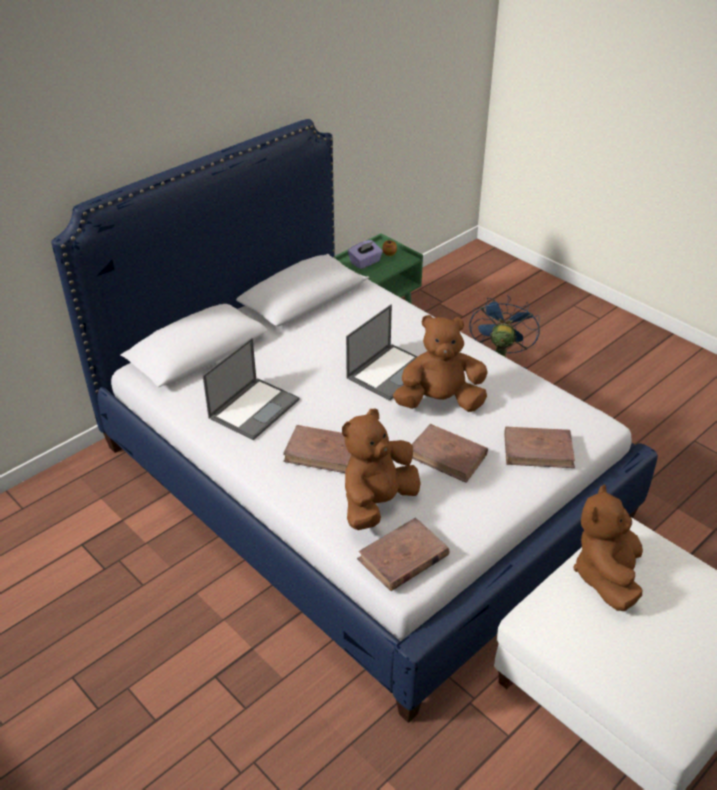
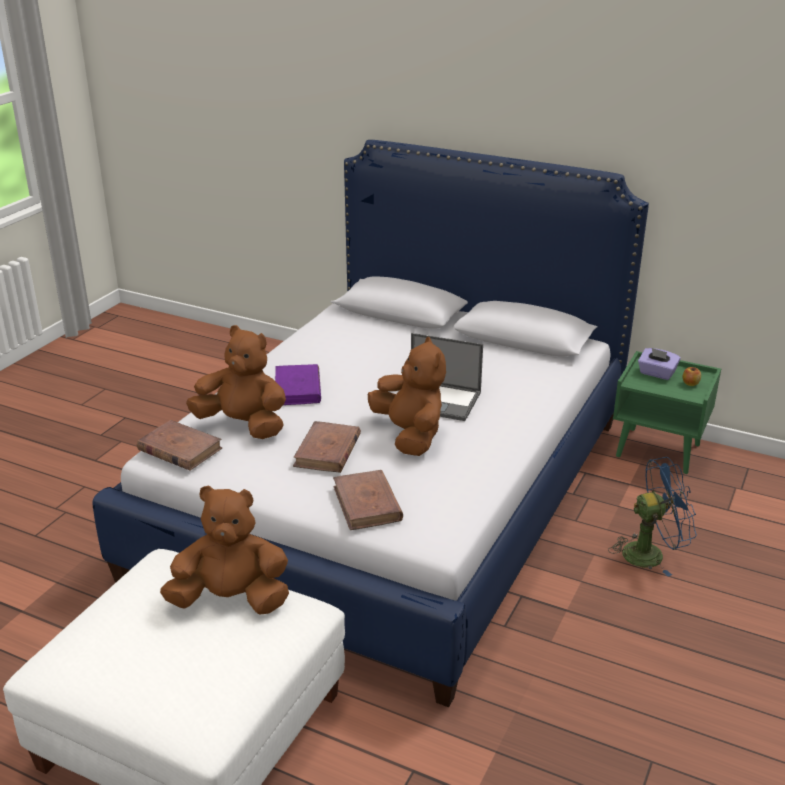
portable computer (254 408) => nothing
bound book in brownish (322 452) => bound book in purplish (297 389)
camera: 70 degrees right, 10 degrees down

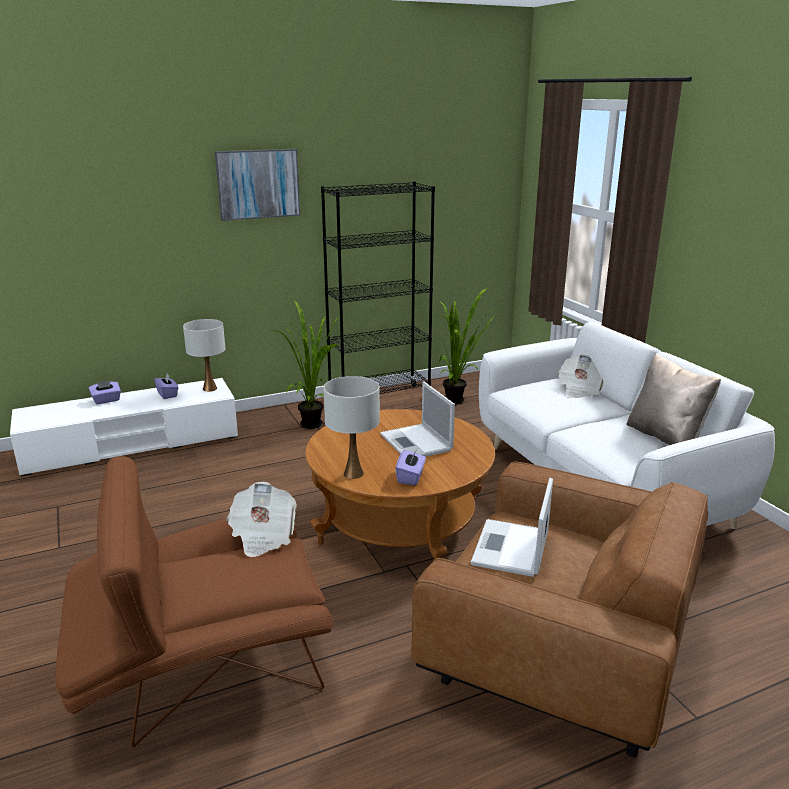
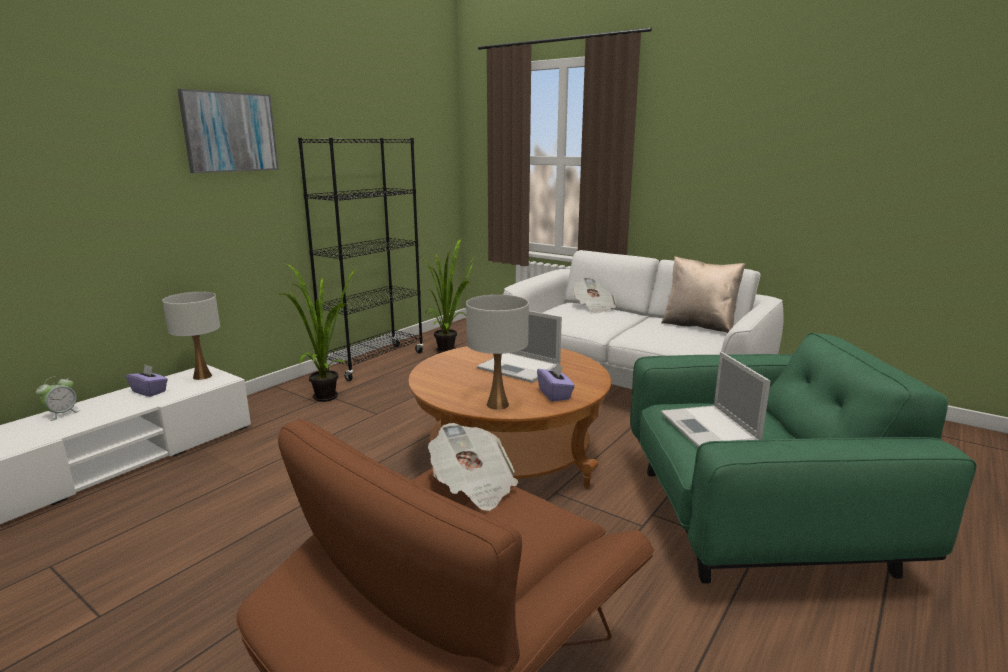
tissue holder in purplish (106 400) => bedside clock (62 414)
easy chair in brownish (559 652) => easy chair in green-coloured (756 518)
camera: 30 degrees left, 5 degrees down

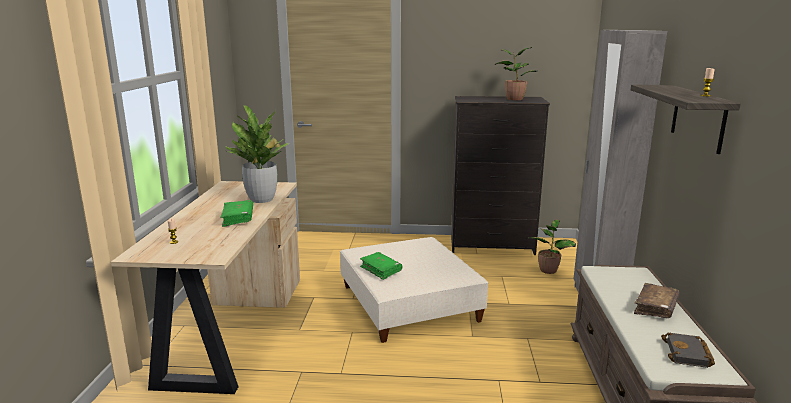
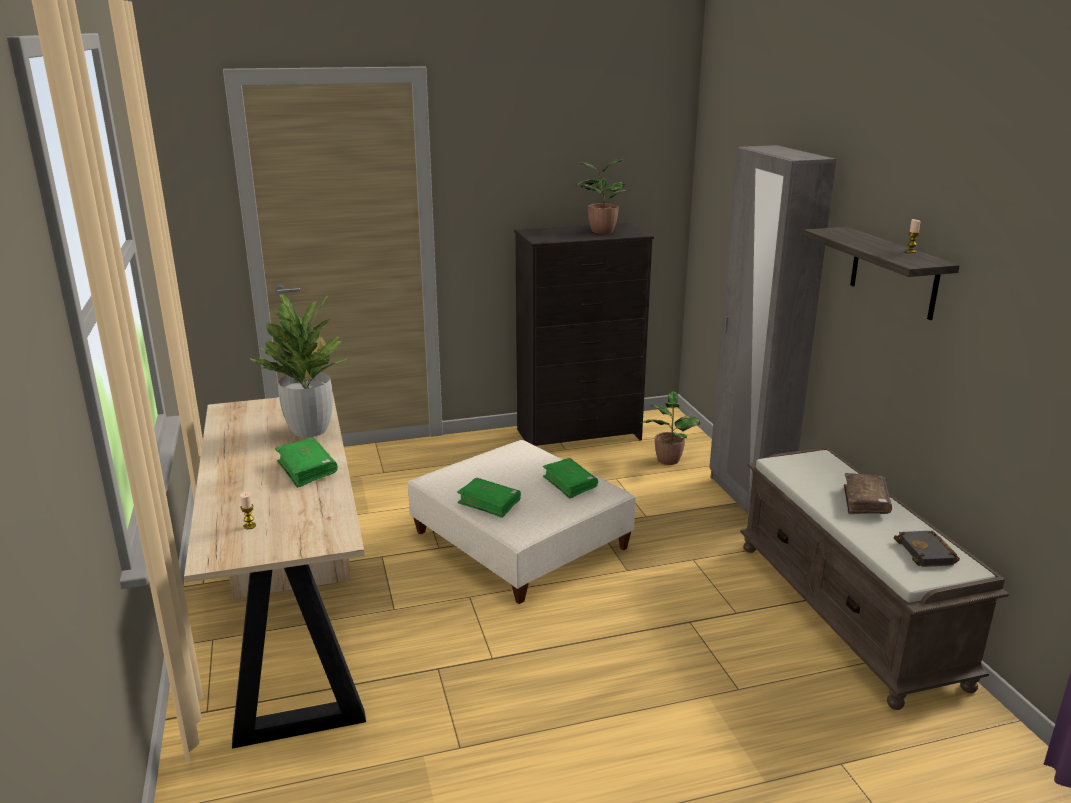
nothing => bound book in green-coloured (570 484)
camera: 20 degrees left, 5 degrees up

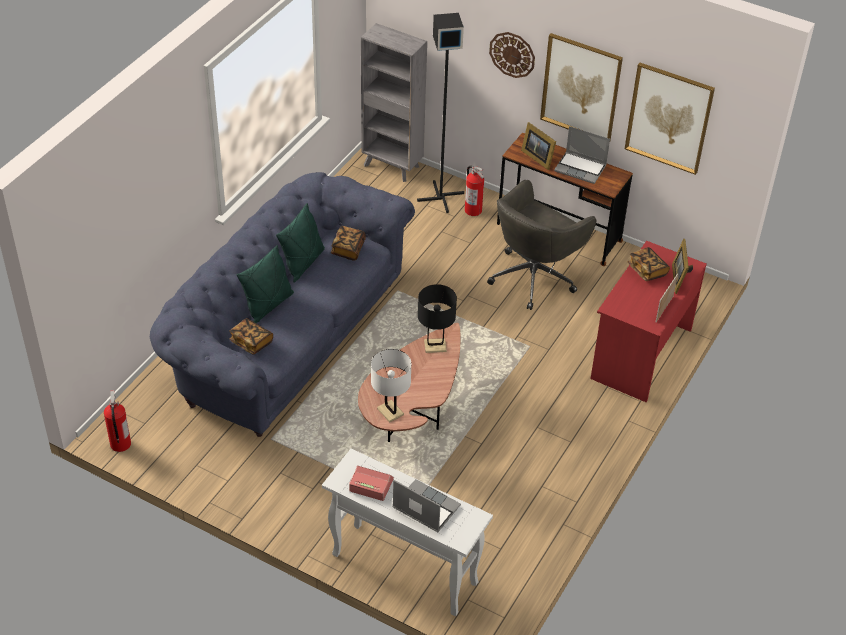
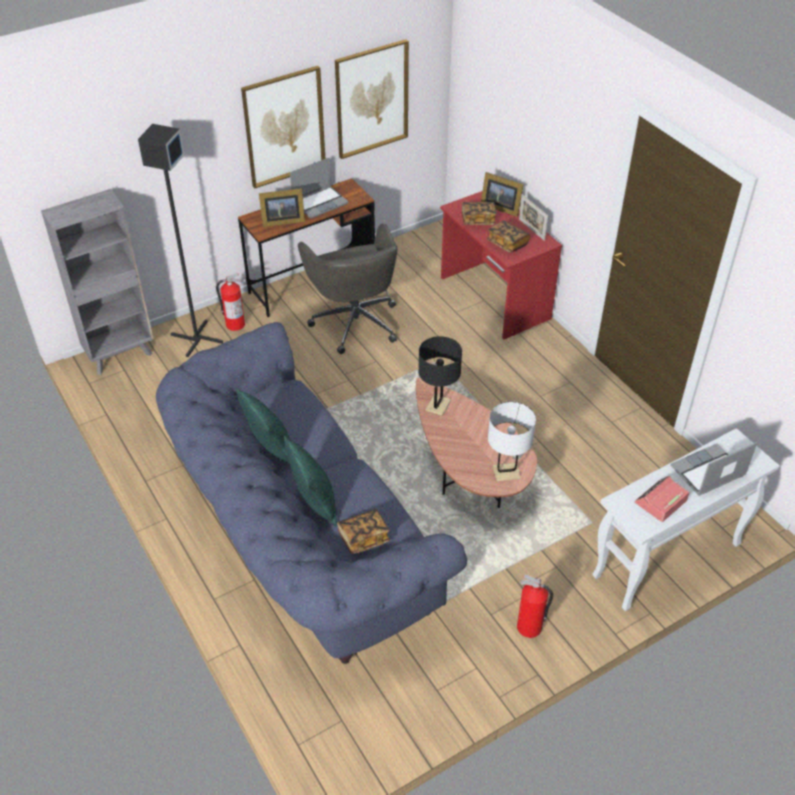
wall clock (512 54) => nothing
bound book (348 249) => bound book (507 243), shifted
fire-fighting cylinder (120 444) => fire-fighting cylinder (529 628), shifted
camera: 60 degrees left, 0 degrees up

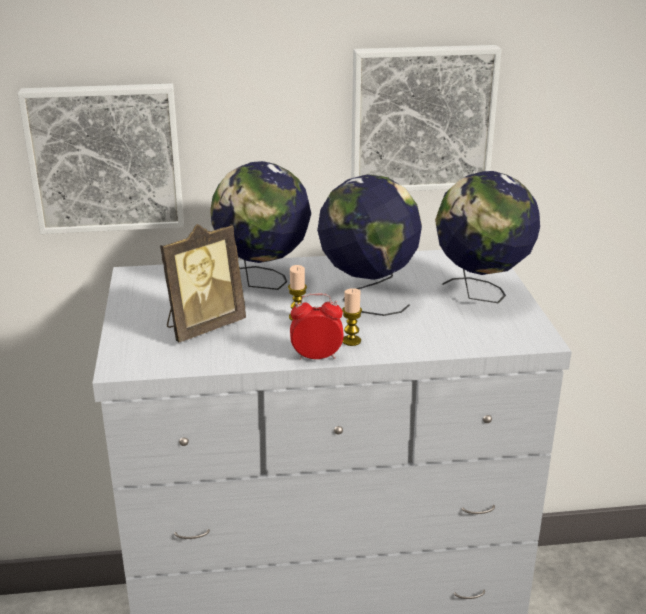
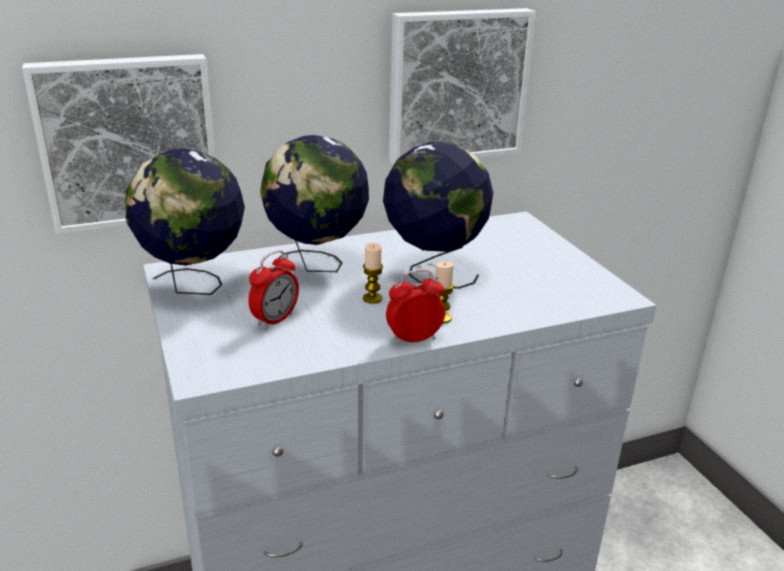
world globe (480 294) => world globe (194 286), shifted
picture frame (203 327) => bedside clock (275 320)
camera: 15 degrees left, 0 degrees up

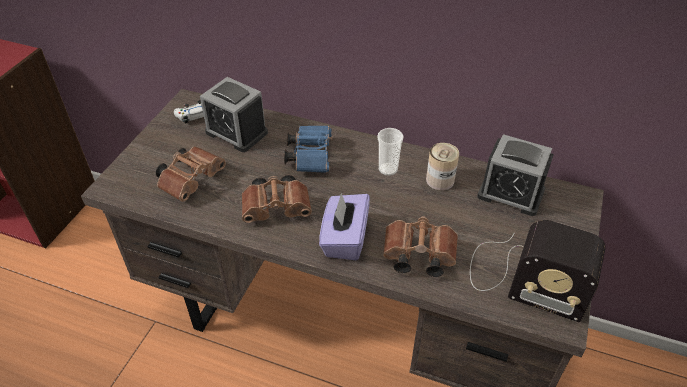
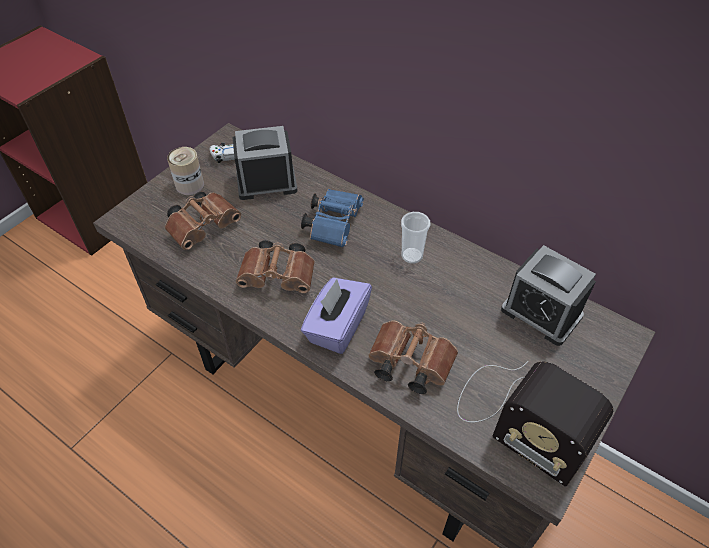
bedside clock (236 132) => bedside clock (266 182), 120 degrees clockwise
can (440 180) => can (189 185), shifted
camera: 15 degrees right, 5 degrees up

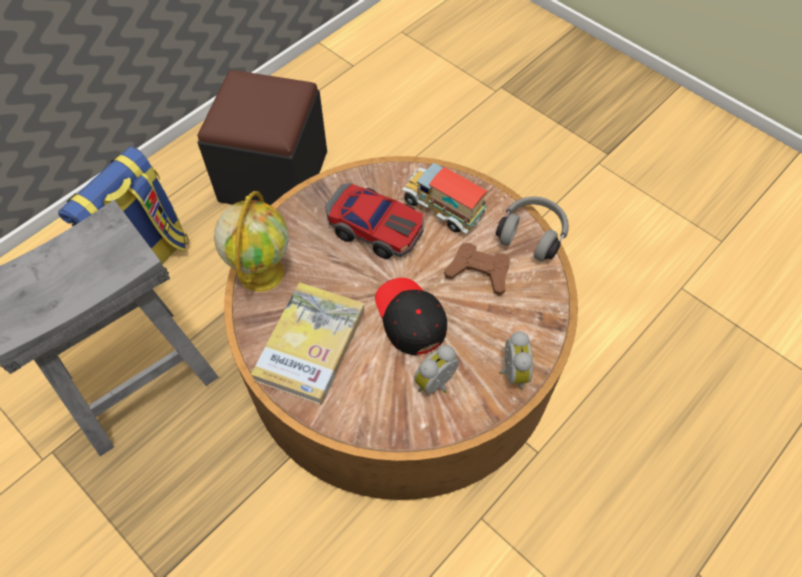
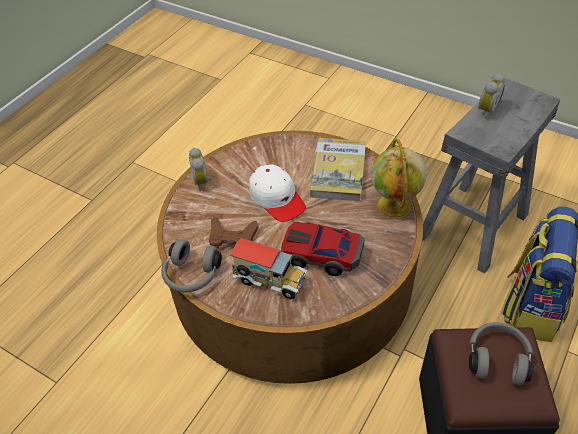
baseball cap in blackish (409 318) => baseball cap in white-coloured (277 198)
bedside clock (437 384) => bedside clock (485 110), shifted
nothing => headphones in gray (497 358)
camera: 170 degrees right, 10 degrees down

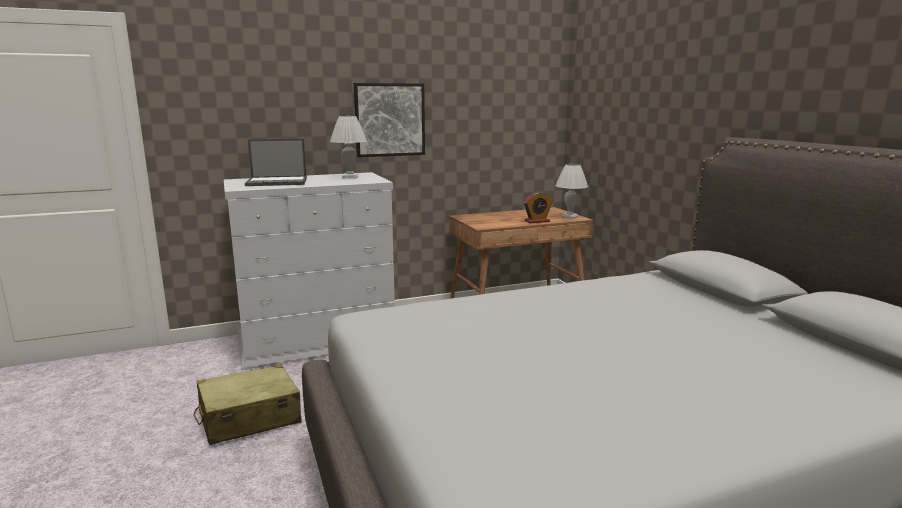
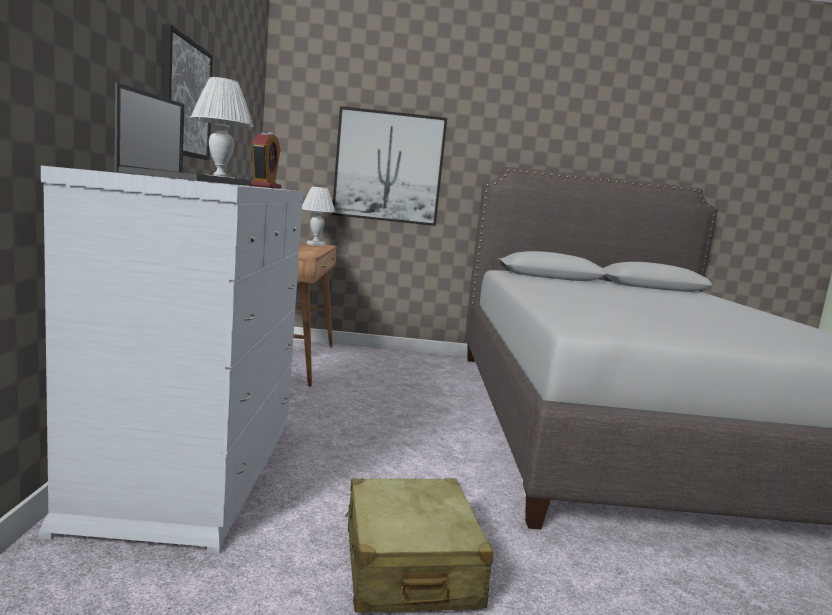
bedside clock (537 221) => bedside clock (264 187), shifted
nothing => wall art (388 167)
camera: 70 degrees left, 5 degrees down

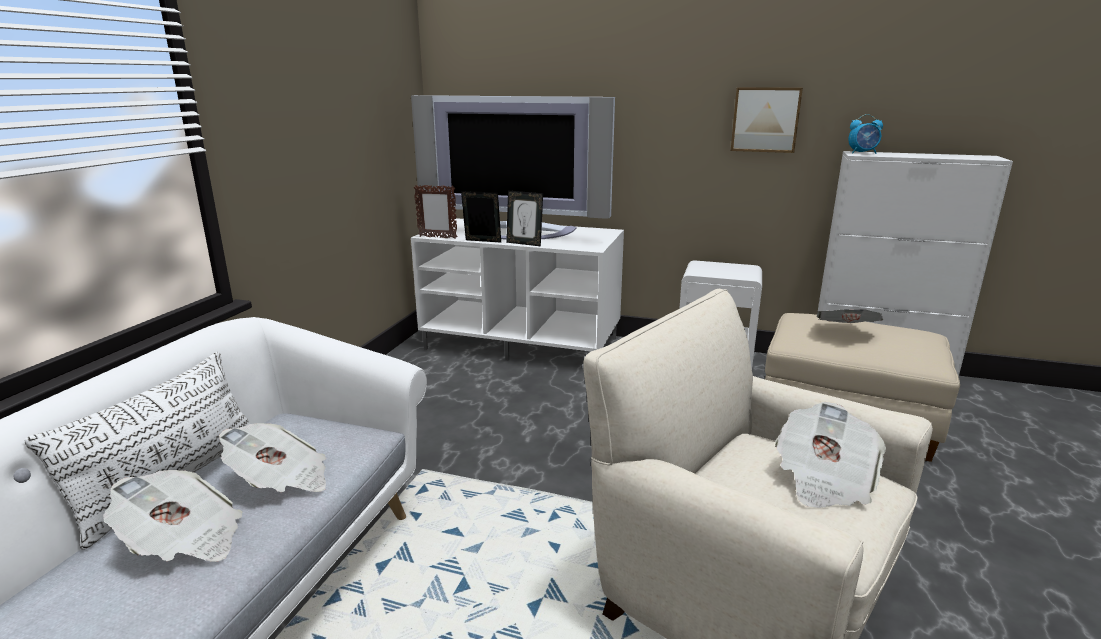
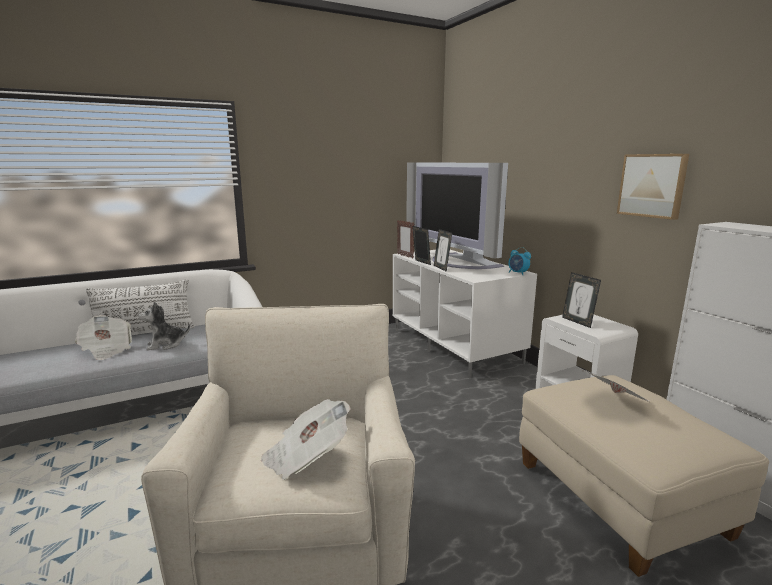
bedside clock (862 153) => bedside clock (518 273), shifted
newspaper (281 481) => plush toy (165 345)
nothing => picture frame (578 322)
camera: 45 degrees right, 5 degrees down

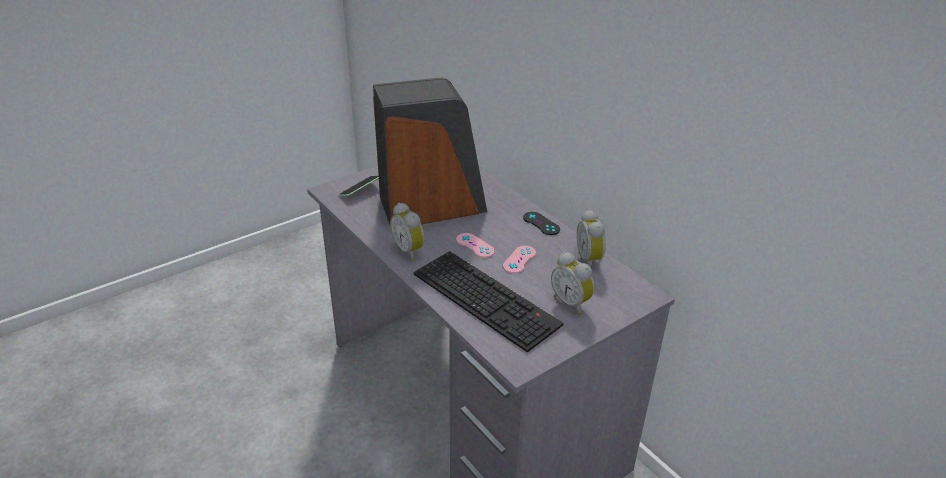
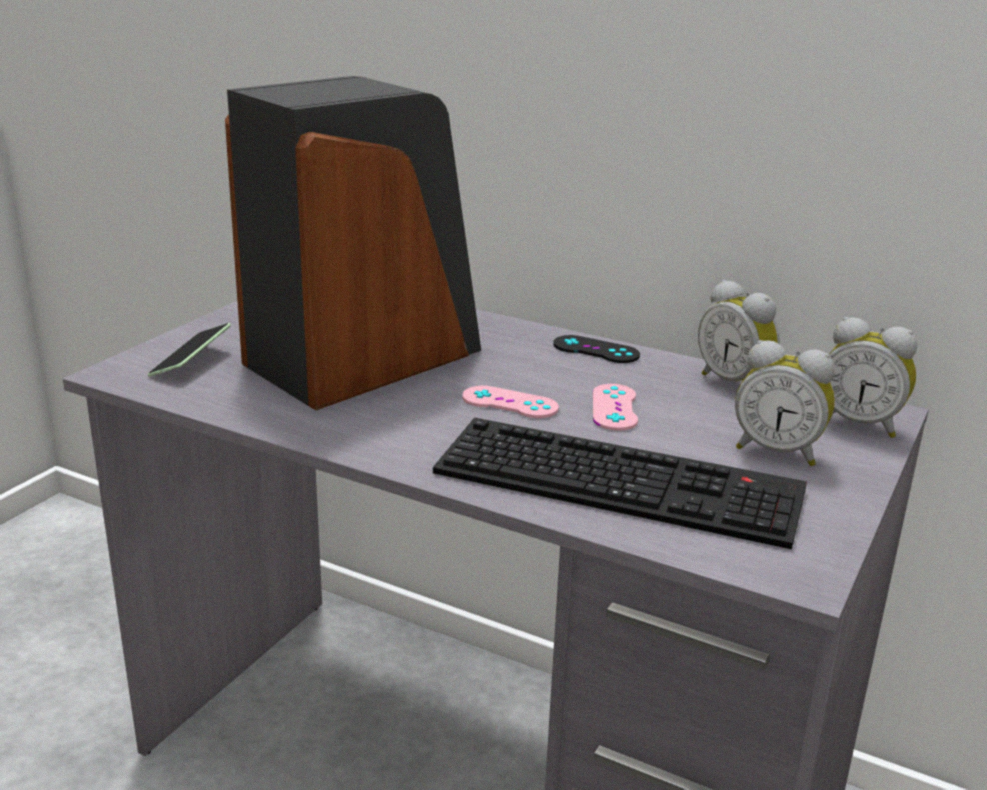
bedside clock (410 251) => bedside clock (859 424), shifted
camera: 25 degrees left, 10 degrees down

